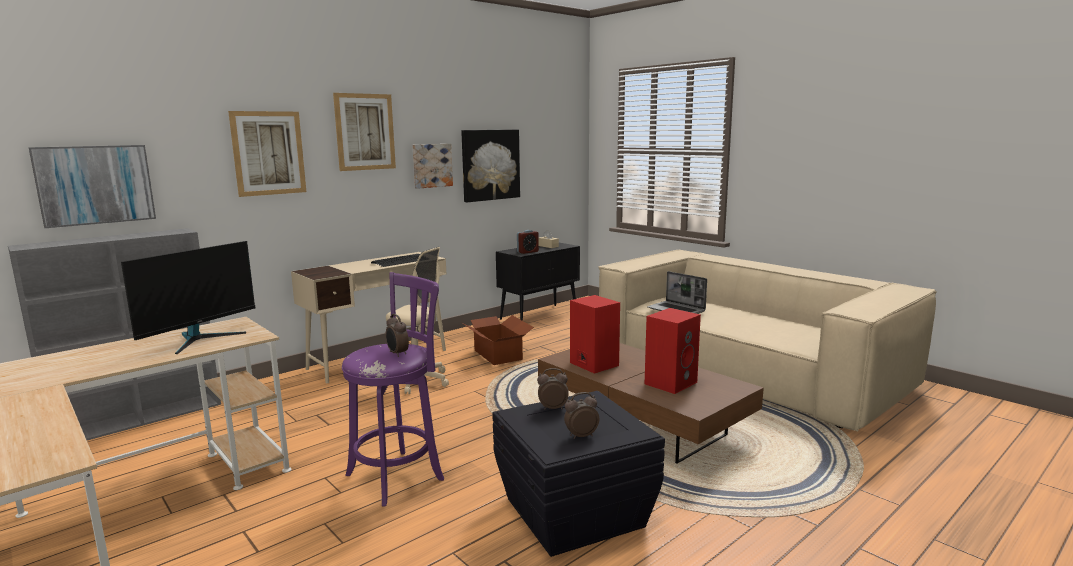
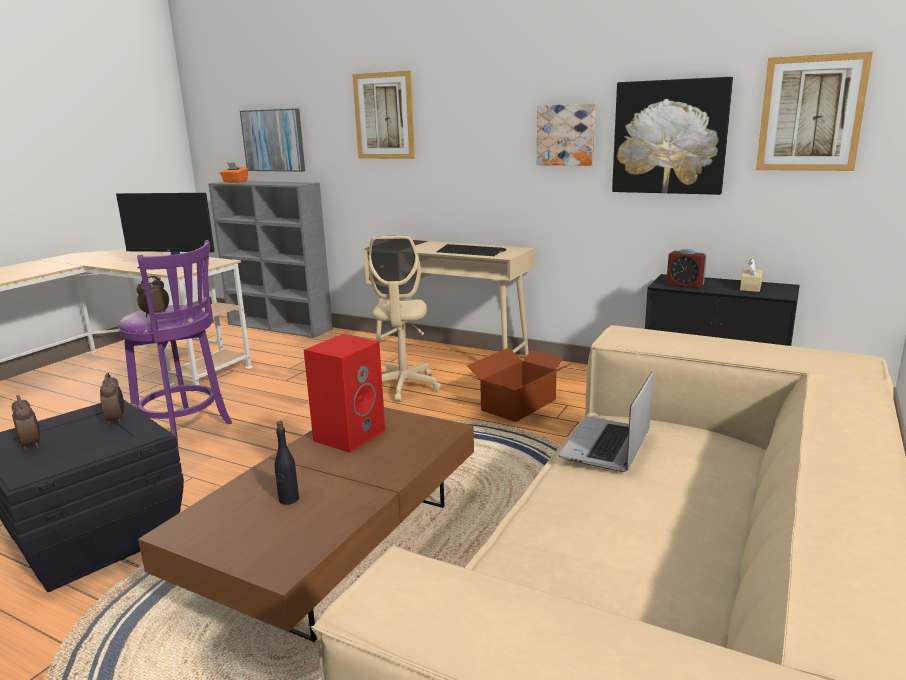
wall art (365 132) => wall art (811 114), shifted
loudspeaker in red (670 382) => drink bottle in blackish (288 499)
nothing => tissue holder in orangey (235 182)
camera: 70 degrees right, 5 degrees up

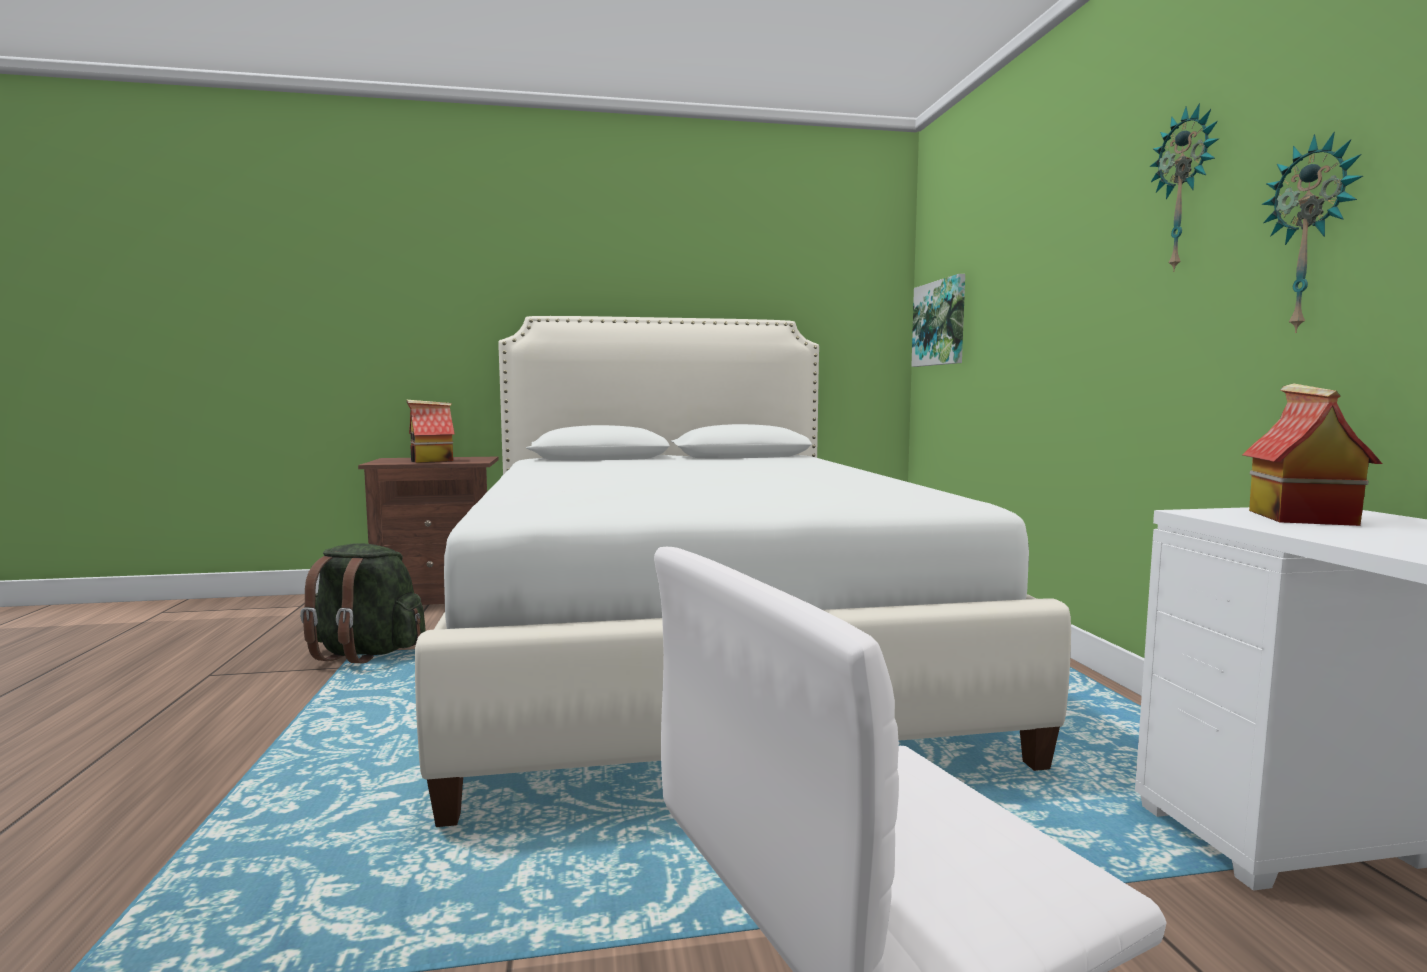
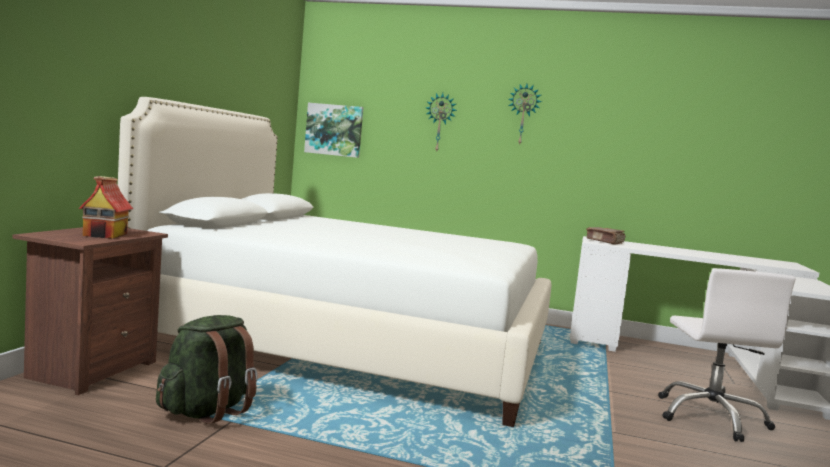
wall clock (1312 235) => wall clock (440 122), shifted
miniature house (1298 517) => bound book in brownish (605 242)
camera: 65 degrees left, 0 degrees up

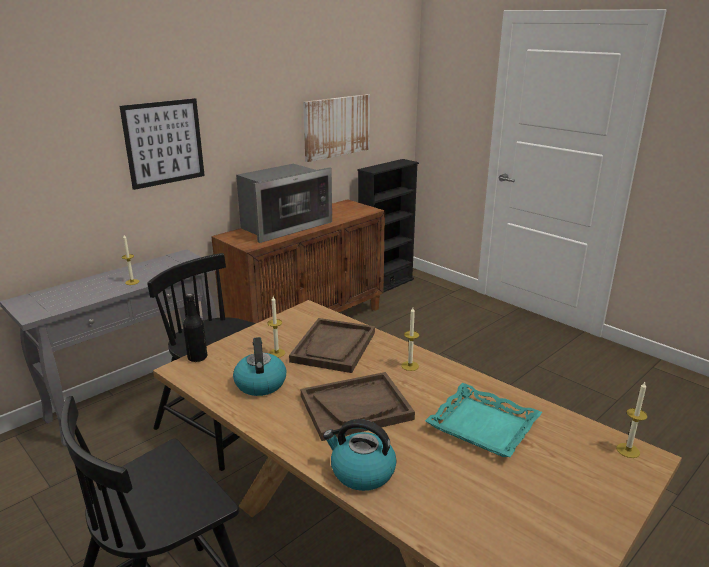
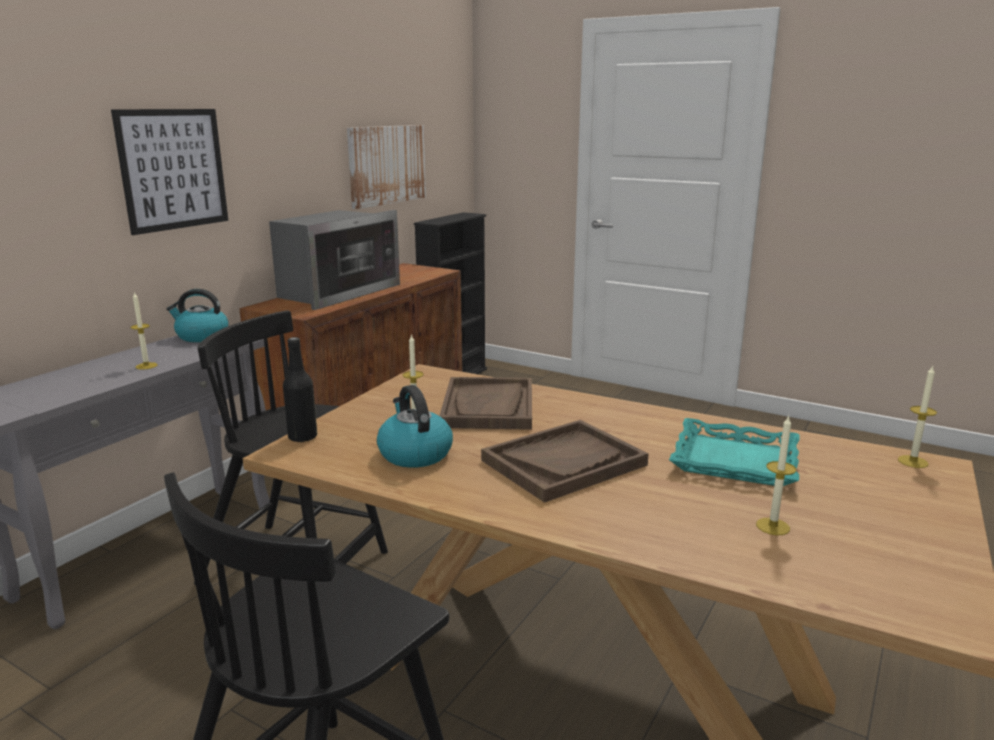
candle (410 366) => candle (773 526), shifted
kettle (361 472) => kettle (201 336), shifted
camera: 15 degrees left, 5 degrees down

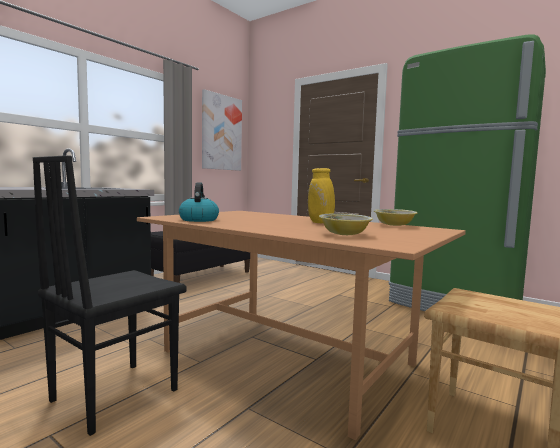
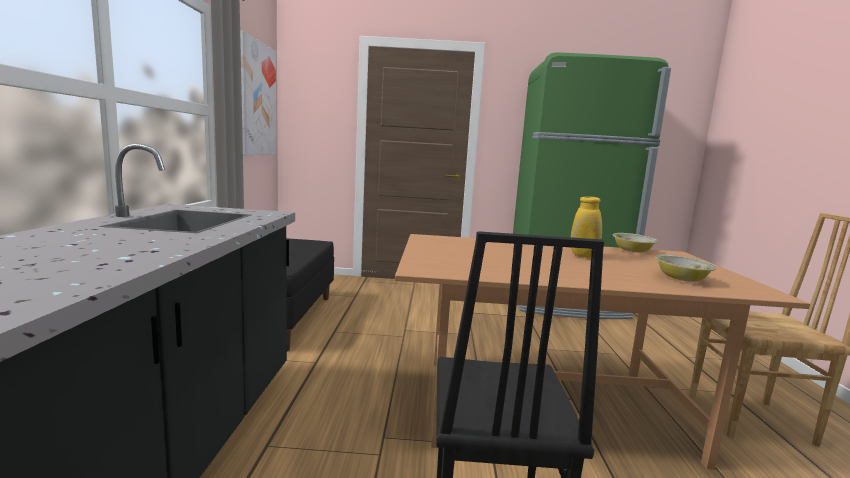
kettle (198 220) => nothing
camera: 35 degrees left, 5 degrees up

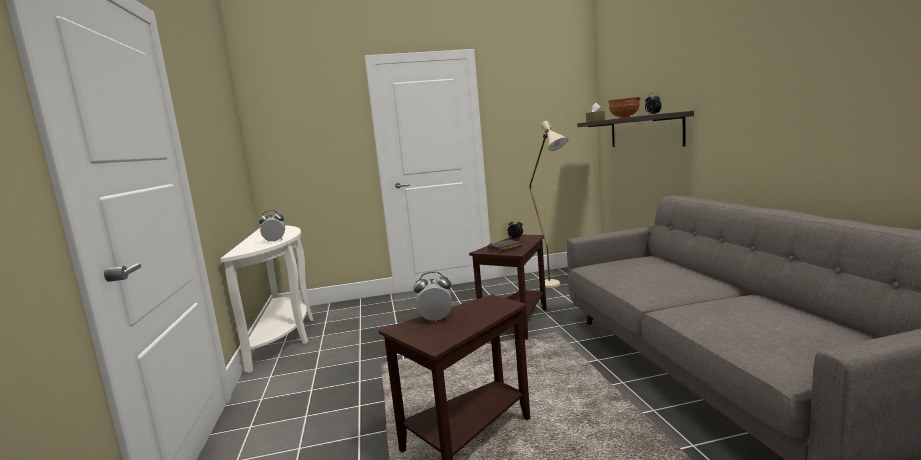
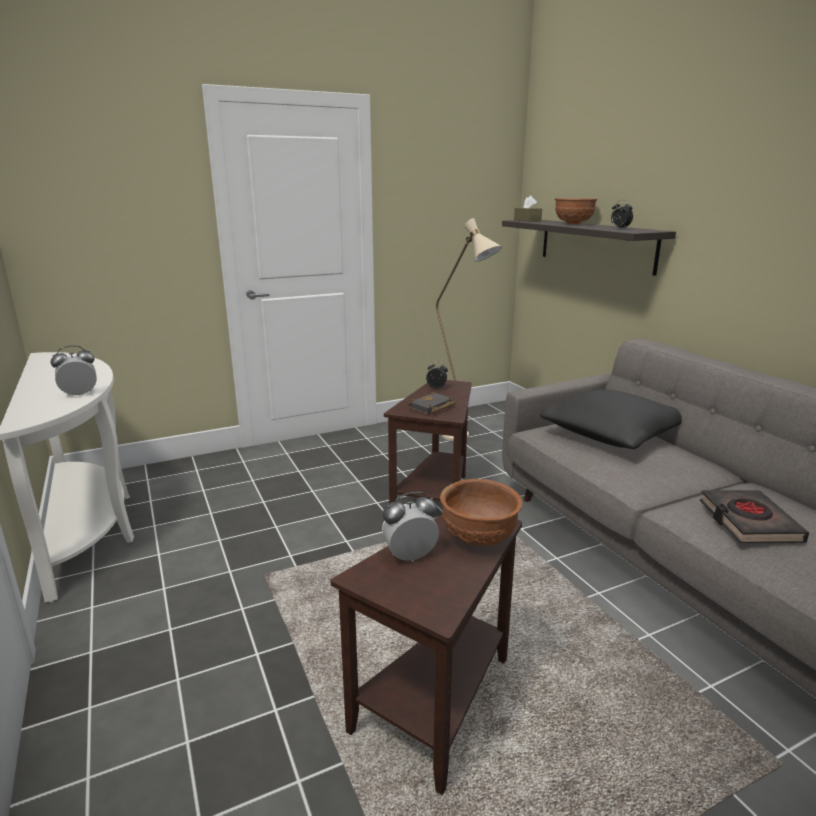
nothing => cushion in blackish (611 435)
nothing => deep dish in brownish (479 539)
nothing => bound book in blackish (748 522)
camera: 15 degrees left, 10 degrees up

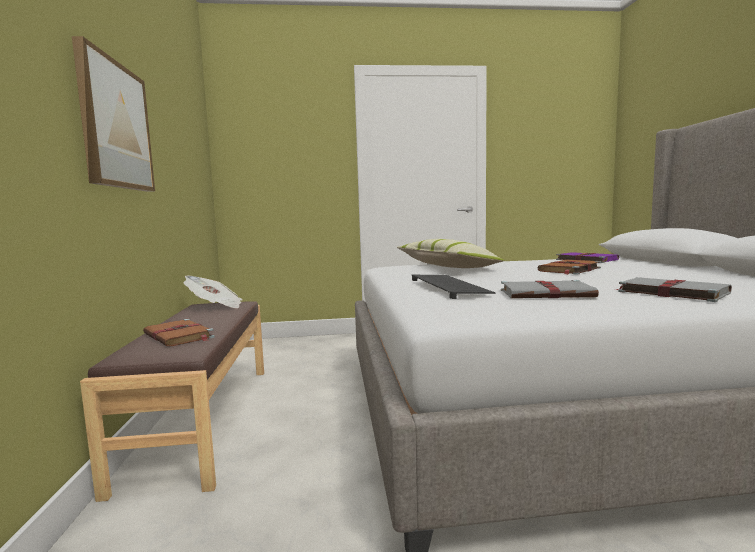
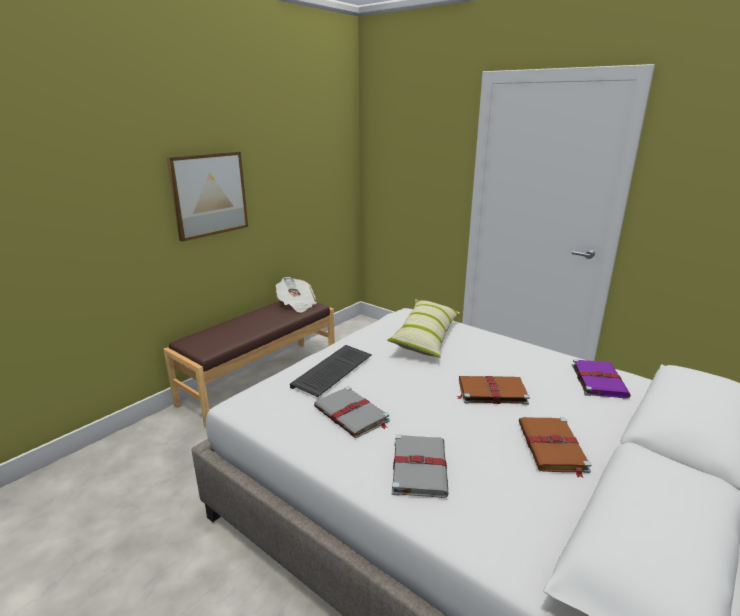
bound book in brownish (179 336) => bound book in brownish (552 447), shifted
camera: 45 degrees right, 15 degrees up

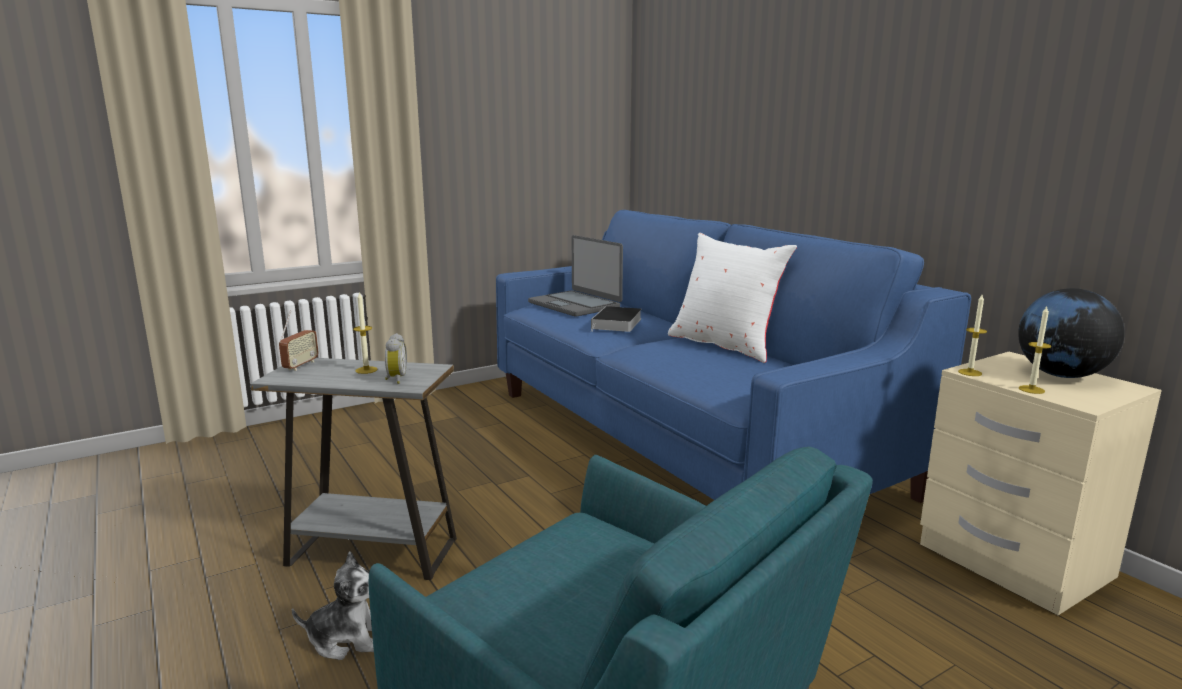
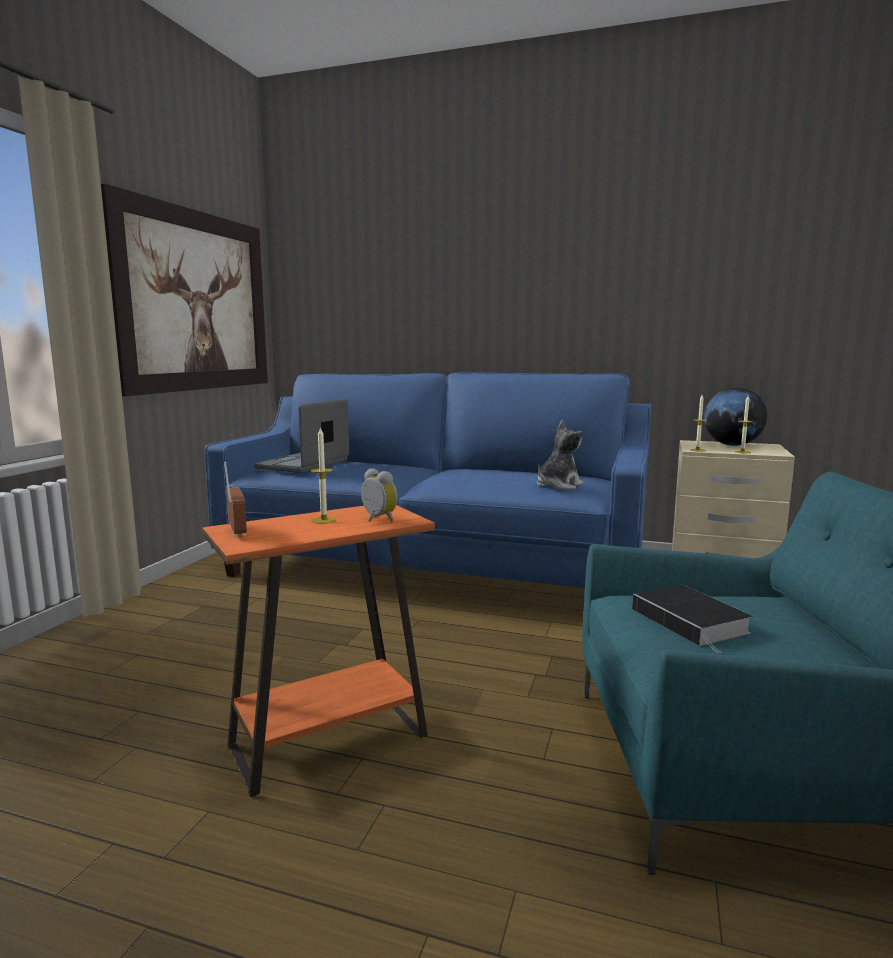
cushion in white-coloured (725 345) => nothing
portable computer (575 305) => portable computer (304 464), 105 degrees clockwise
bound book (617 324) => bound book (692 622), shifted
side table in gray (372 552) => side table in orangey (328 741)
plush toy (347 639) => plush toy (558 485), shifted
nothing => wall art (196 301)
camera: 40 degrees left, 5 degrees down

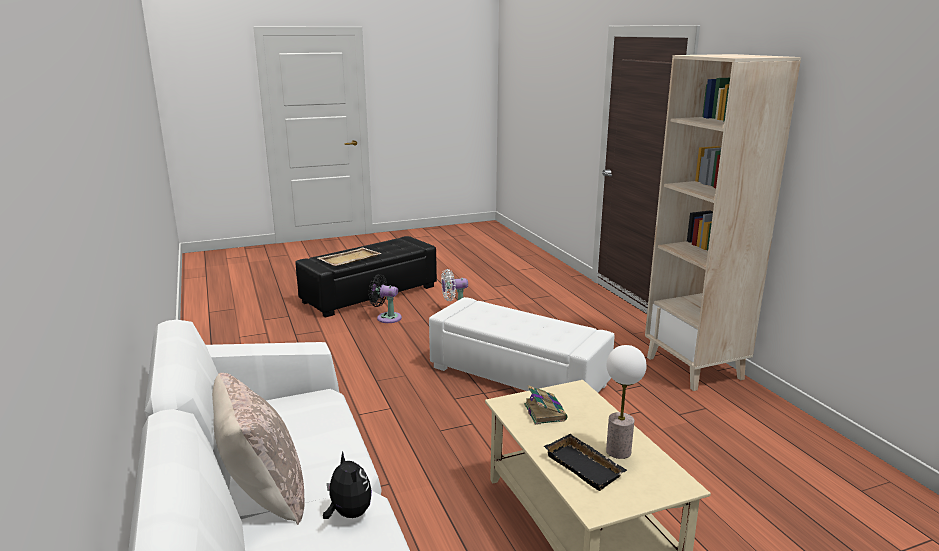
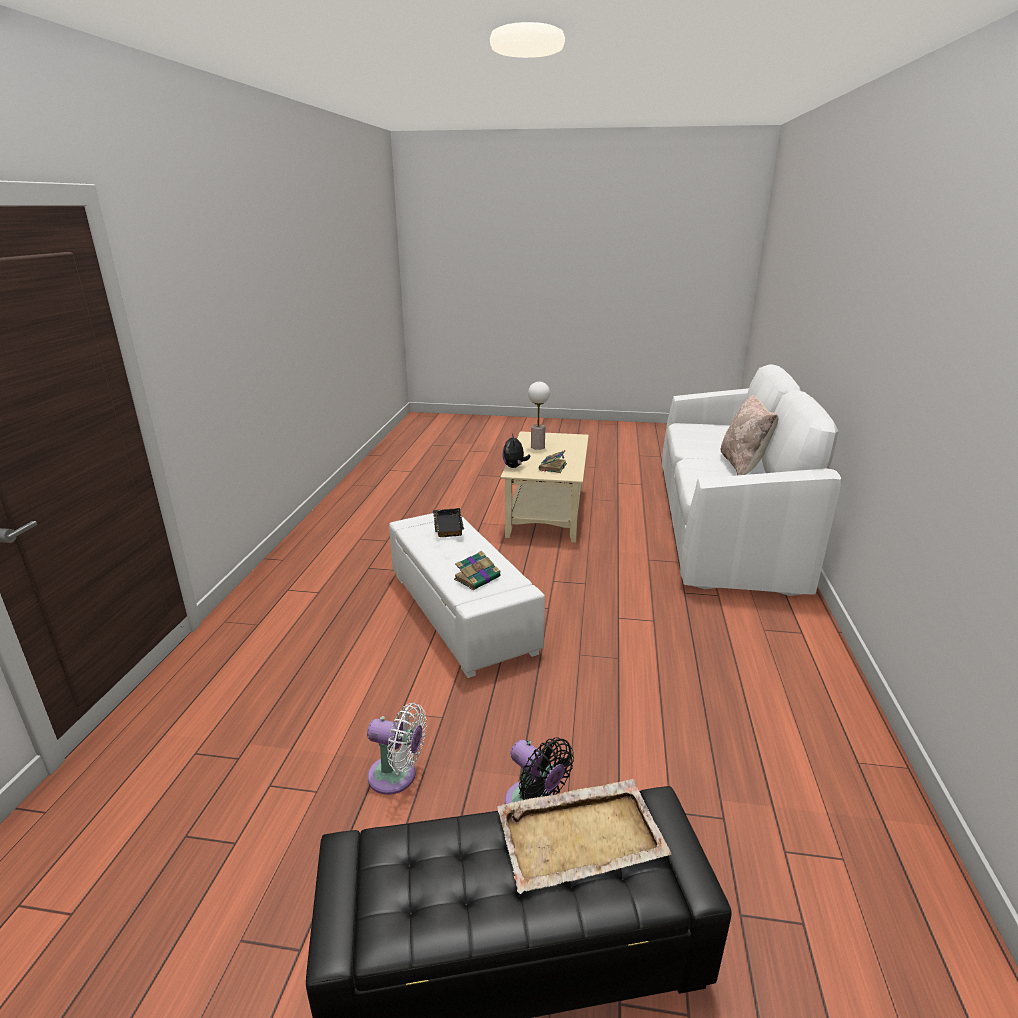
shelving unit in beige-coloured (695 368) => nothing
tray in blackish (586 466) => tray in blackish (446 525), shifted
plush toy (348 513) => plush toy (514 467), shifted
nothing => bound book (478 578)
camera: 150 degrees left, 5 degrees up

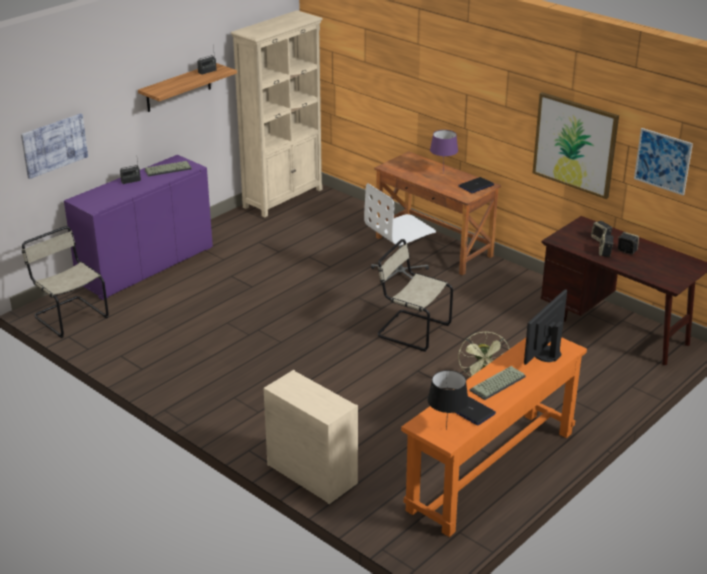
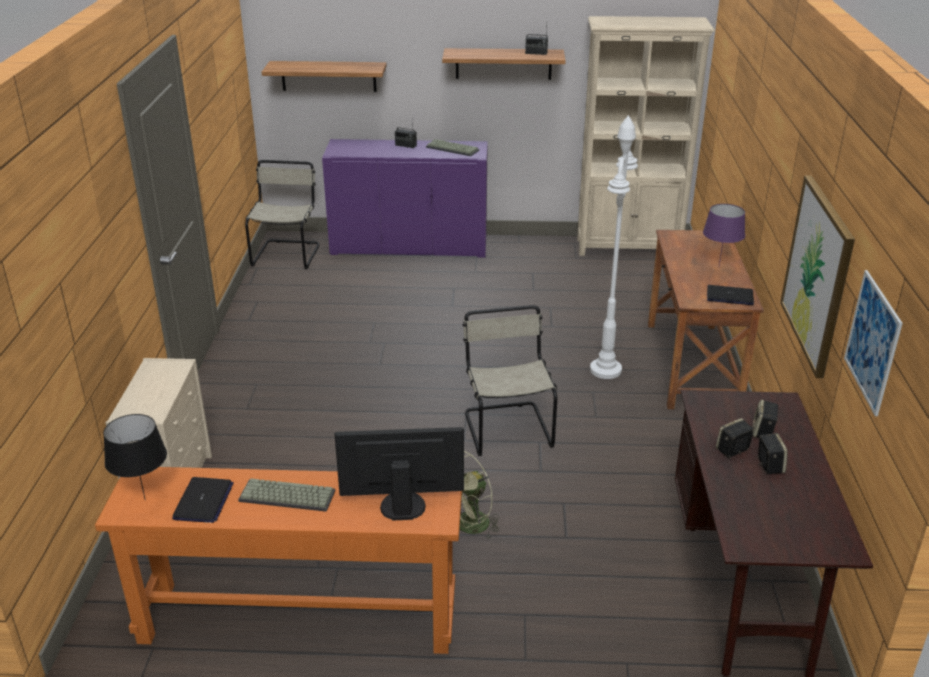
wall art (54 145) => shelf (328 76)
office chair in white-coloured (400 273) => standard lamp in white-coloured (605 370)
camera: 50 degrees right, 0 degrees up

